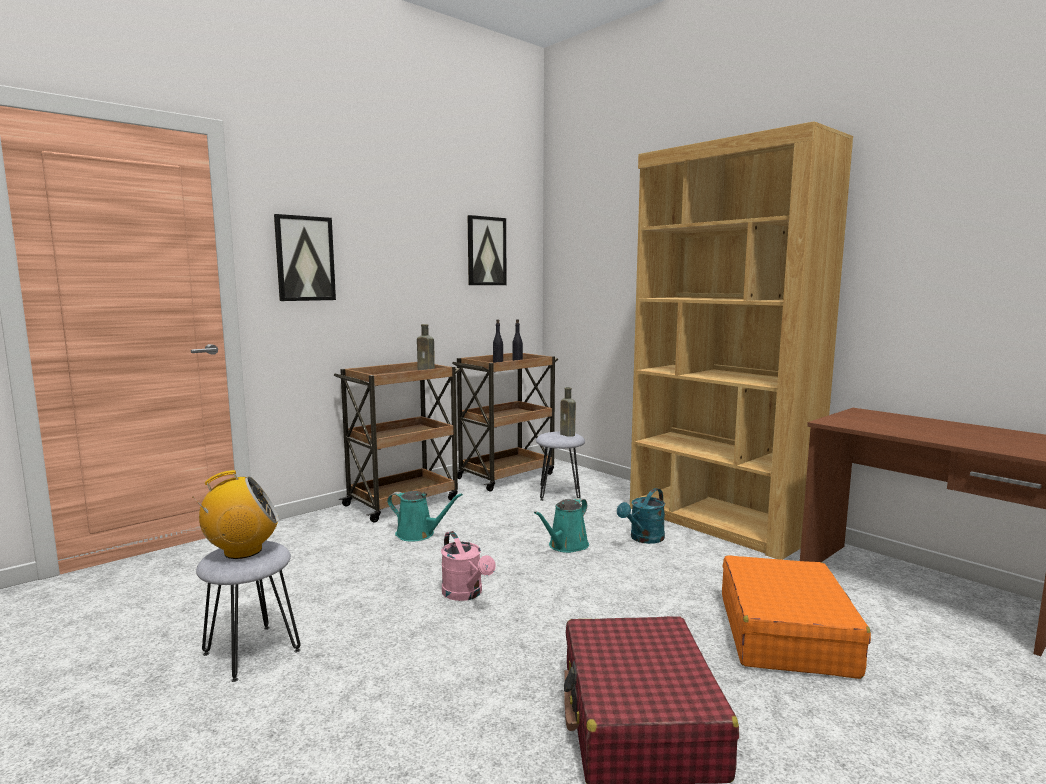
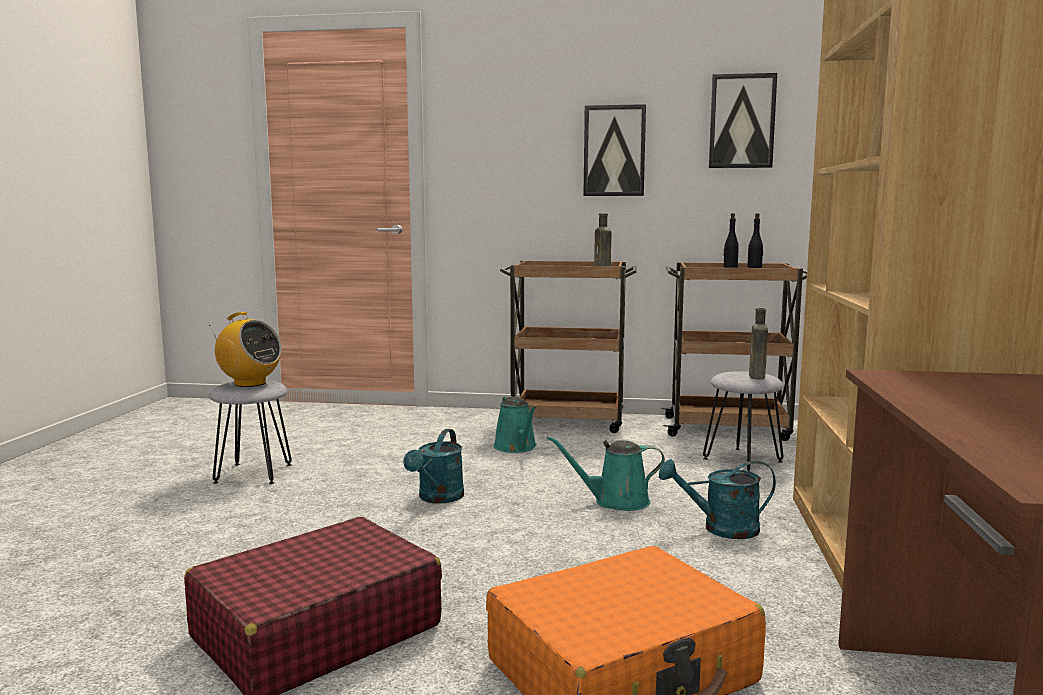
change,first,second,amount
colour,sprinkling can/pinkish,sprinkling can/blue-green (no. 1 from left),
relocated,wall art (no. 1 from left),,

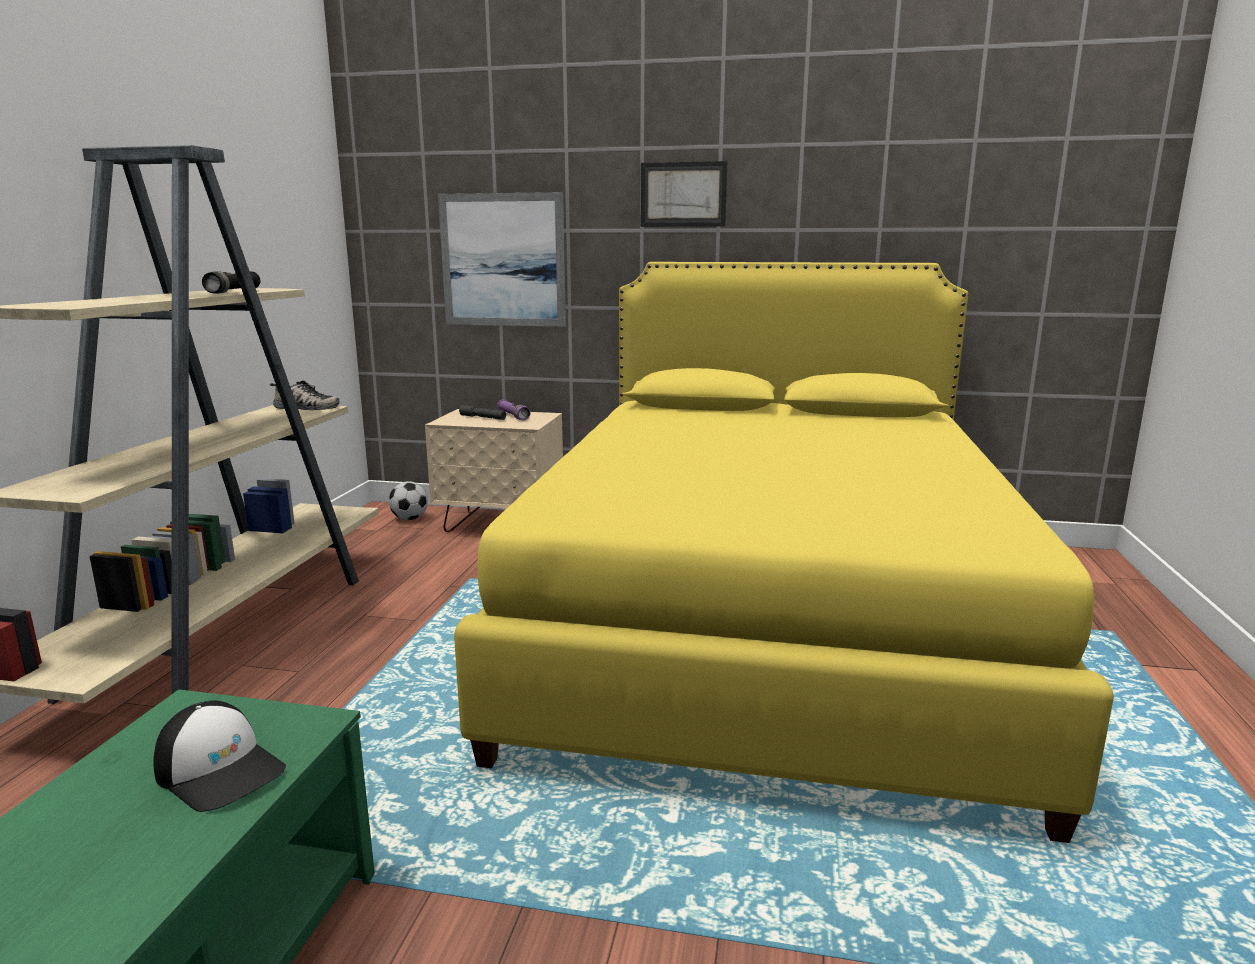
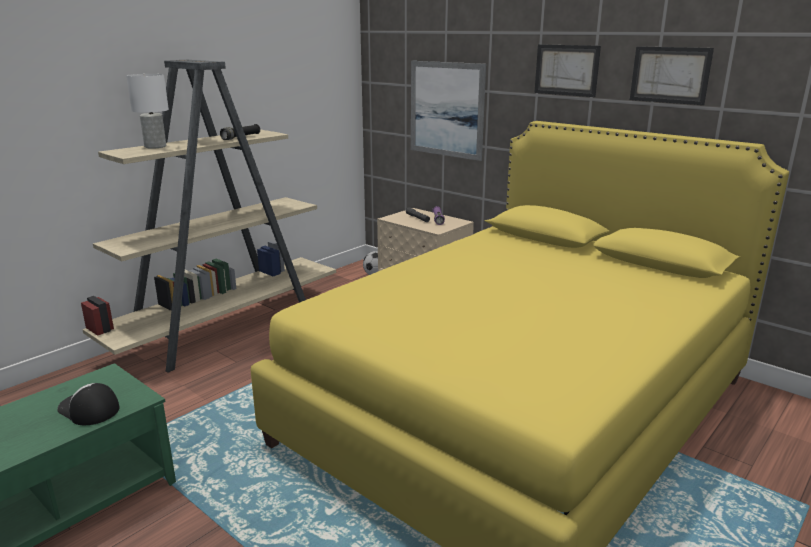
change,first,second,amount
spun,baseball cap,,150 degrees clockwise
appeared,,table lamp/whitish,
appeared,,wall art (no. 3 from left),
missing,low shoe,,

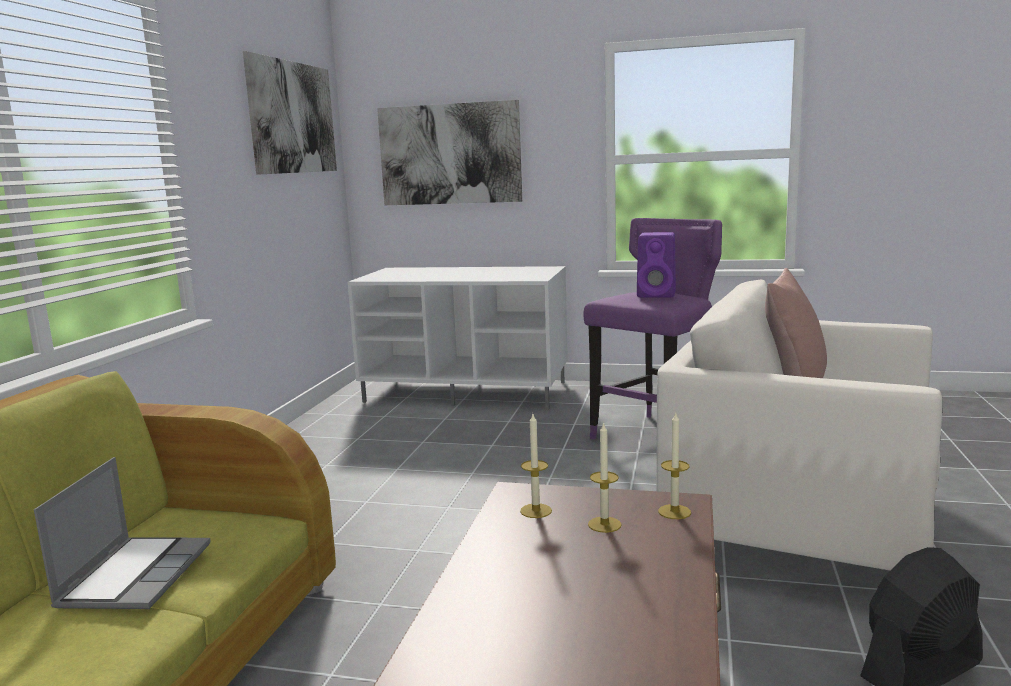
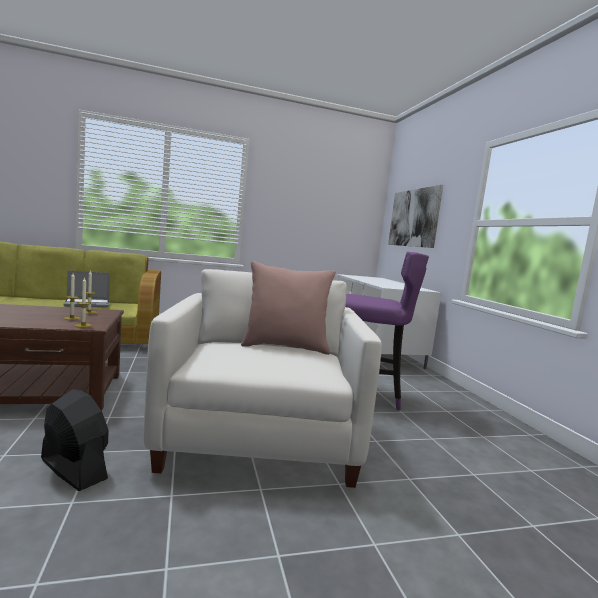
change,first,second,amount
missing,wall art (no. 1 from left),,
missing,speaker/purple-coloured,,

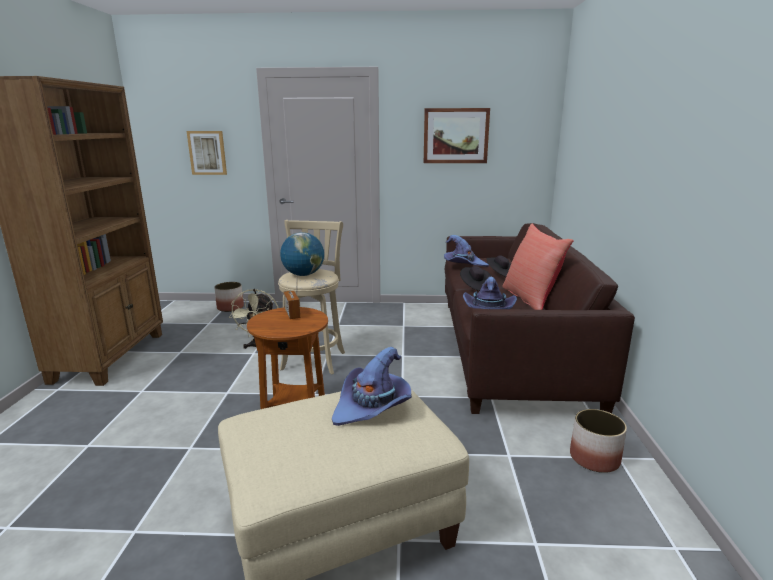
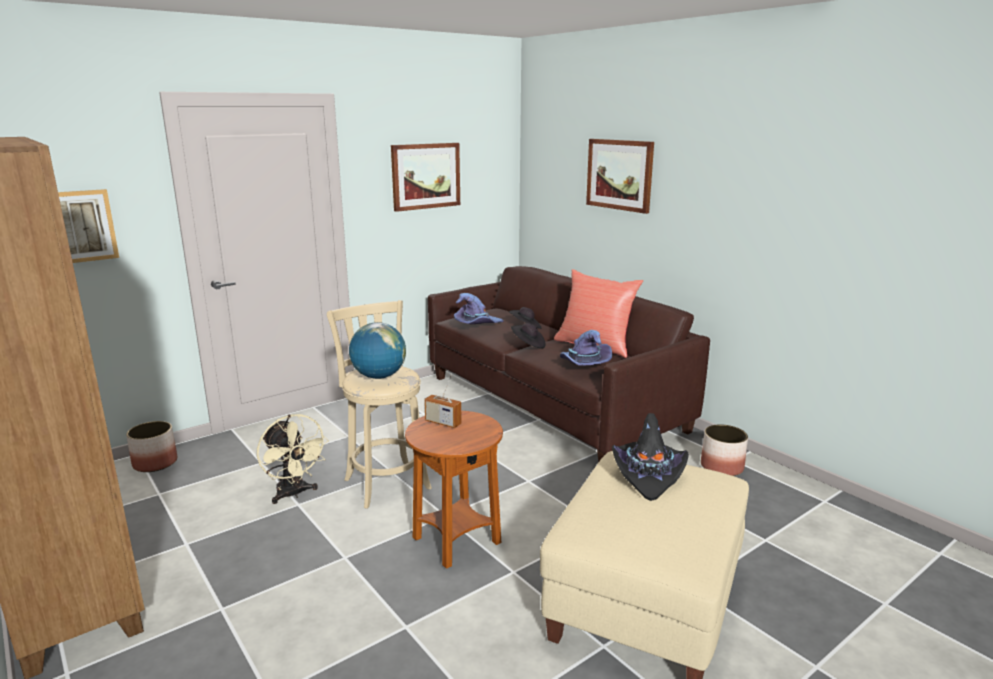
change,first,second,amount
appeared,,wall art (no. 3 from left),
colour,clothing hat/purple-coloured (no. 1 from left),clothing hat/black (no. 3 from left),

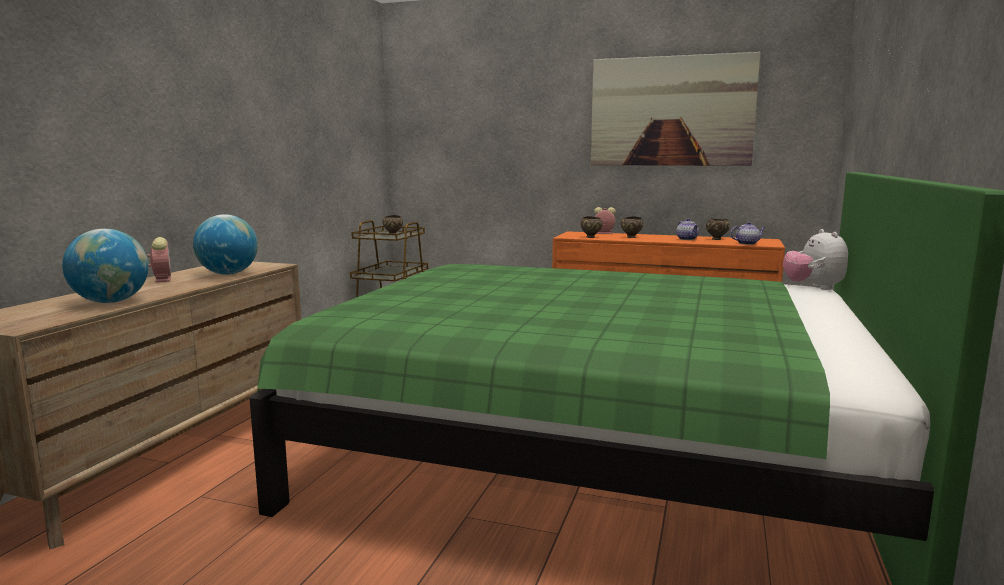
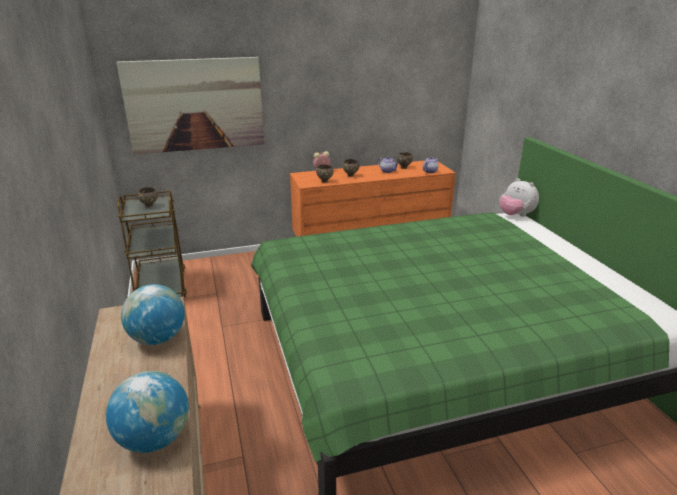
change,first,second,amount
relocated,wall art,,
missing,alarm clock (no. 1 from left),,

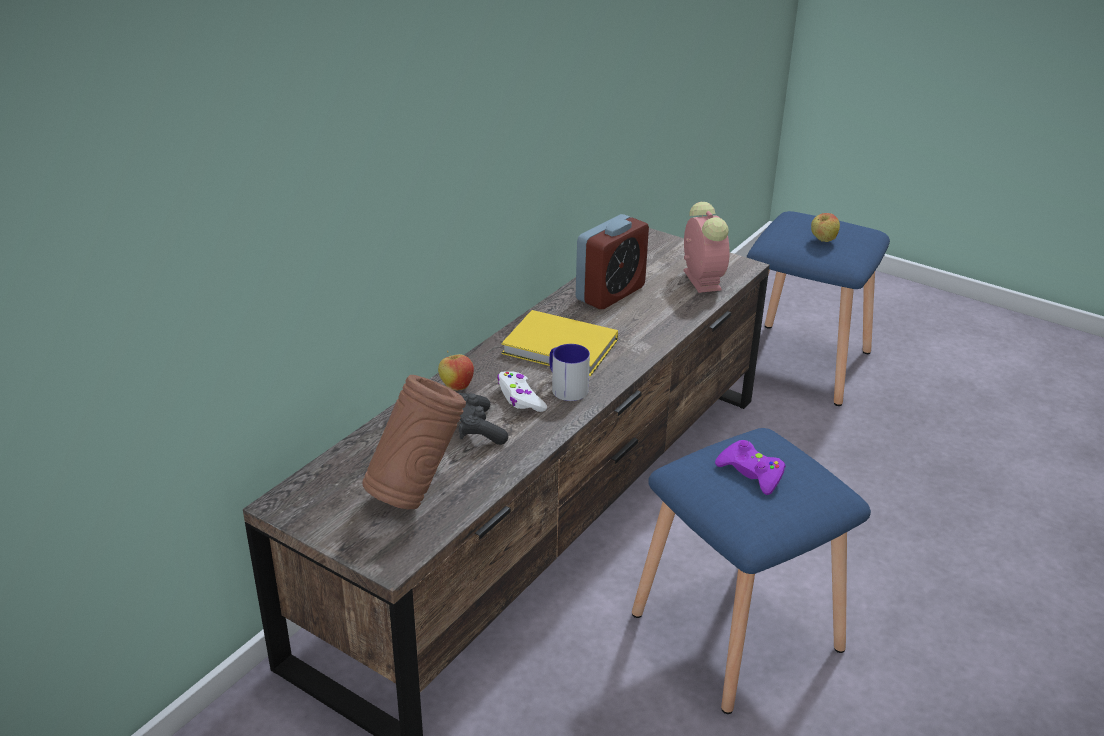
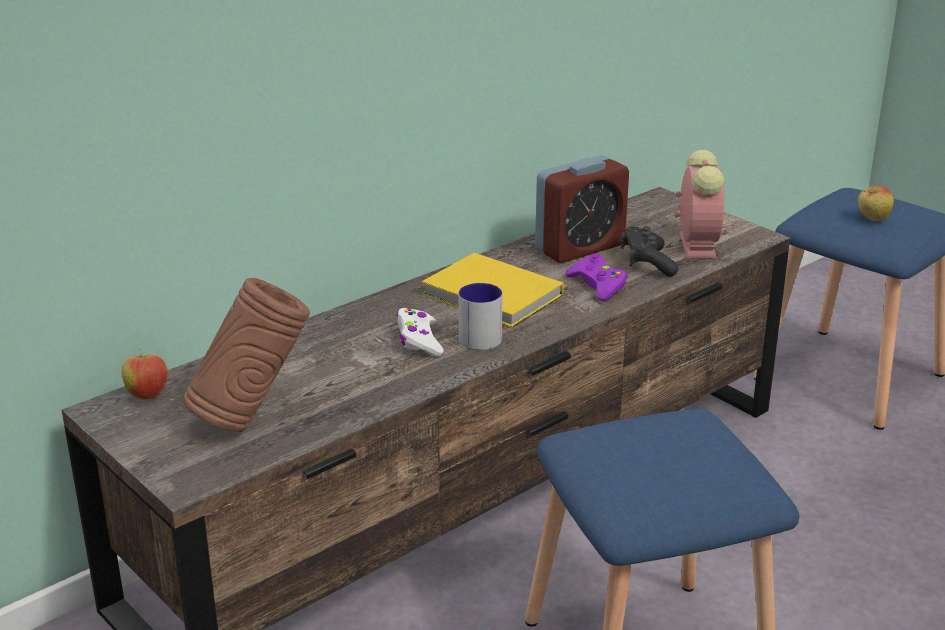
change,first,second,amount
relocated,apple fruit (no. 1 from left),,
relocated,game controller/purple-coloured,,
relocated,game controller/black,,

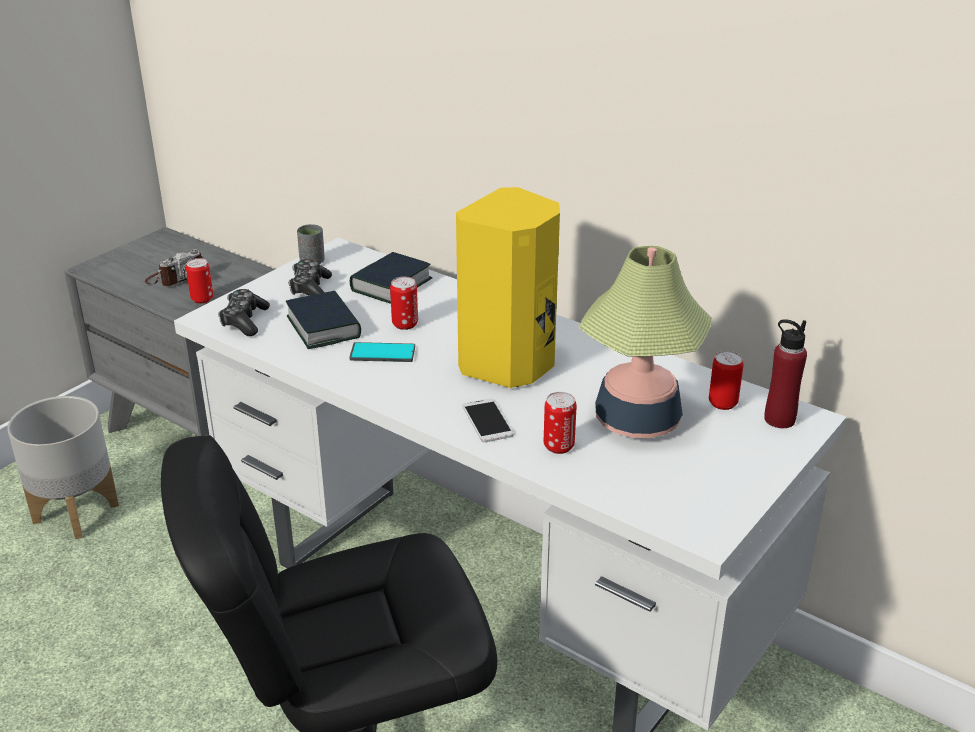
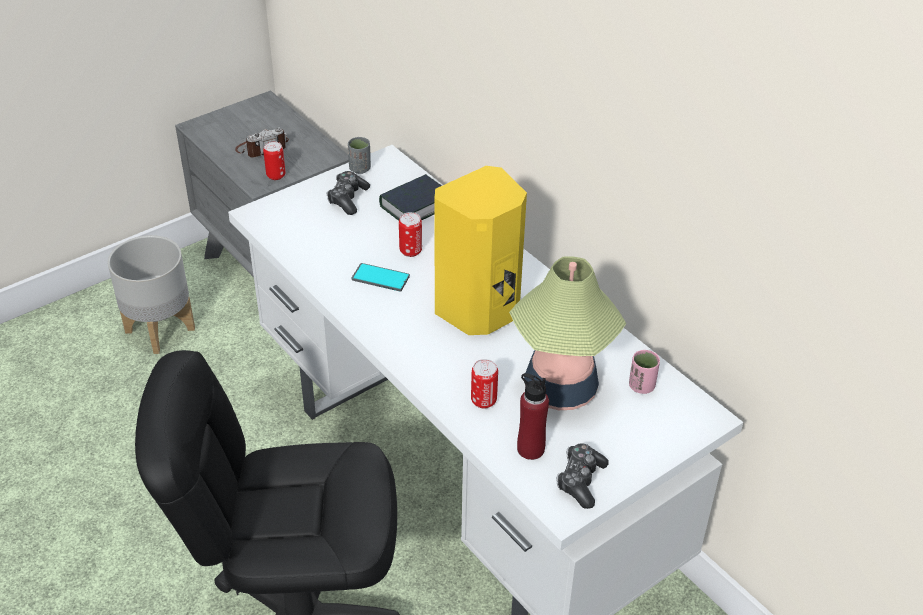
change,first,second,amount
relocated,bottle/reddish,,
relocated,game controller (no. 1 from left in the first image),game controller (no. 2 from left),
exchanged,metal can (no. 4 from left),drinking cup/pinkish,
missing,book (no. 1 from left),,
missing,phone (no. 2 from left),,

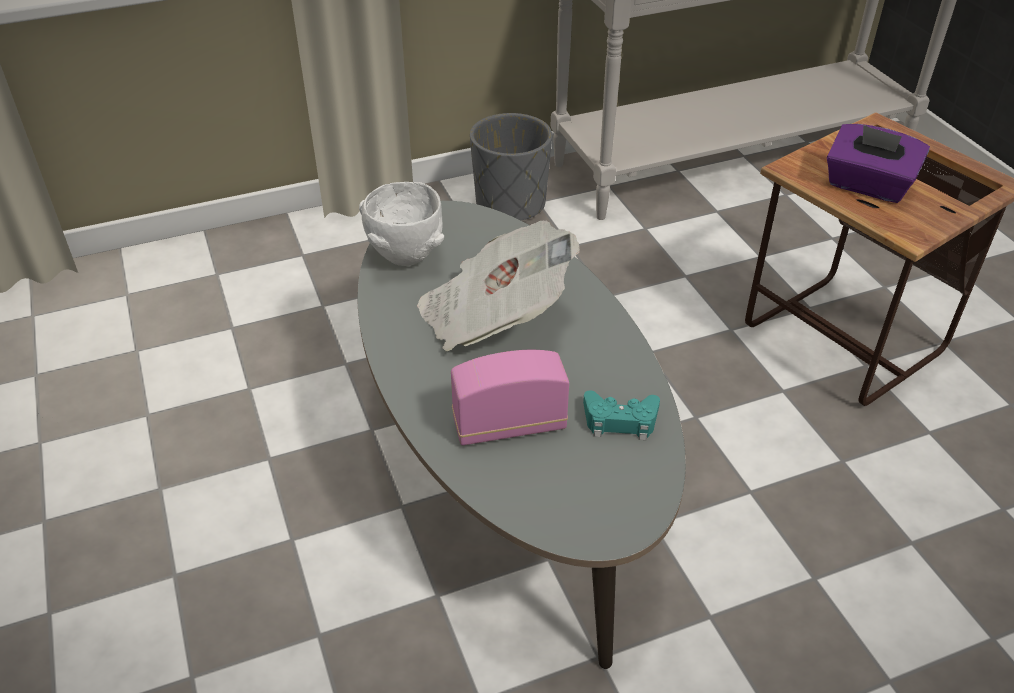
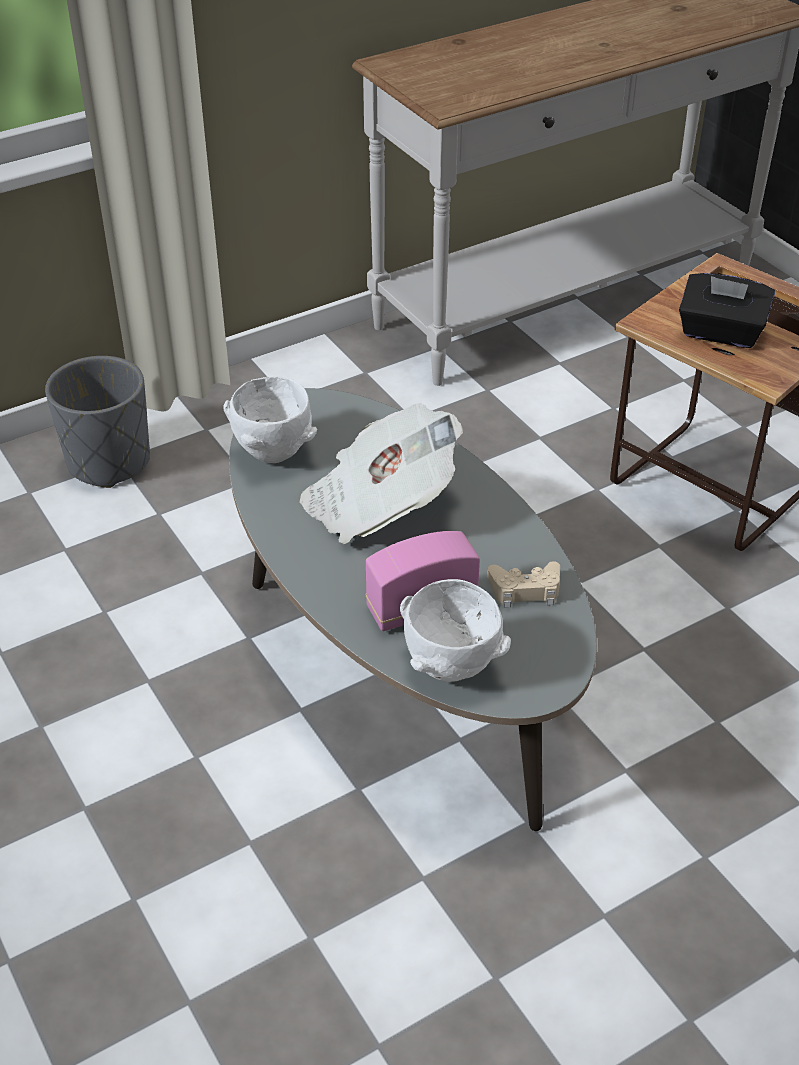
change,first,second,amount
relocated,flower pot/gray,,
appeared,,serving bowl/whitish (no. 2 from left),
colour,game controller/blue-green,game controller/beige-coloured,
colour,box of tissues/purple-coloured,box of tissues/black,

